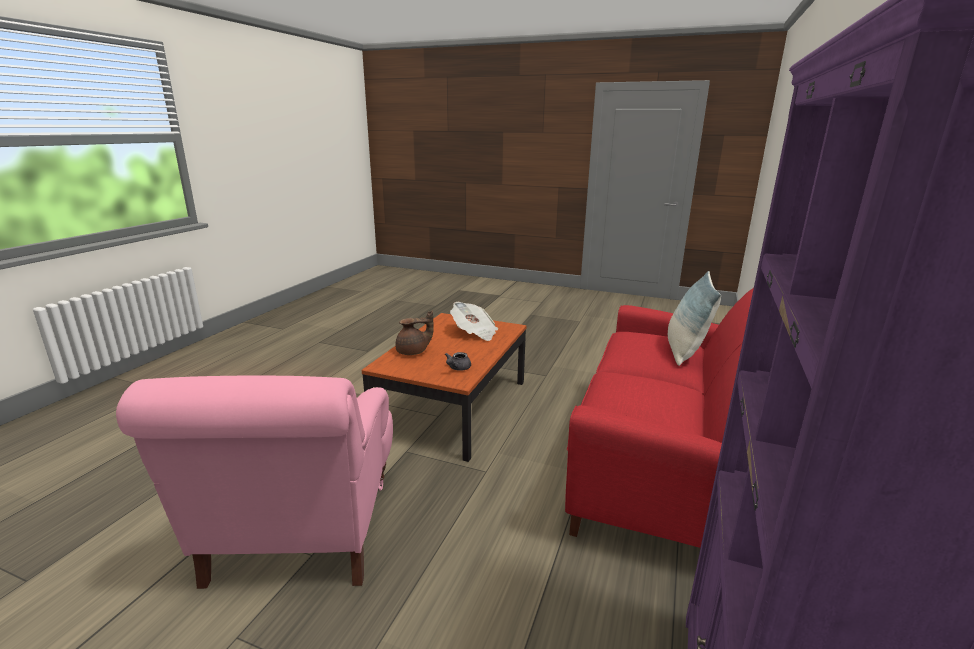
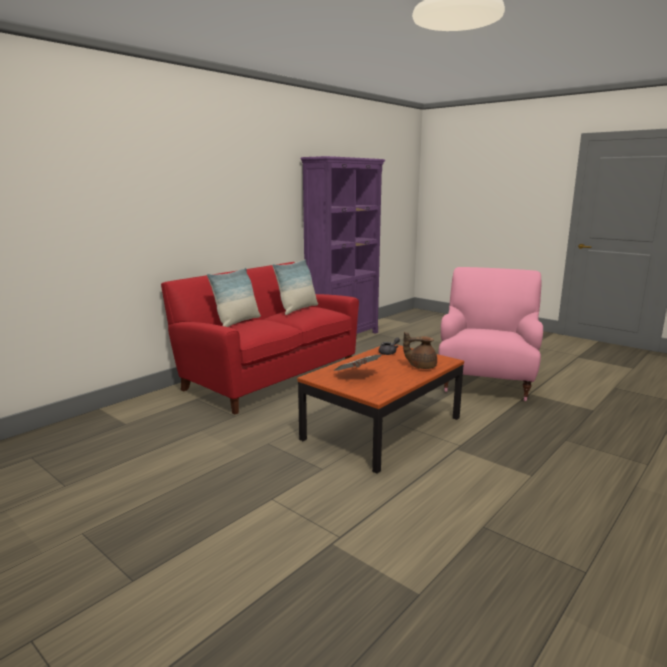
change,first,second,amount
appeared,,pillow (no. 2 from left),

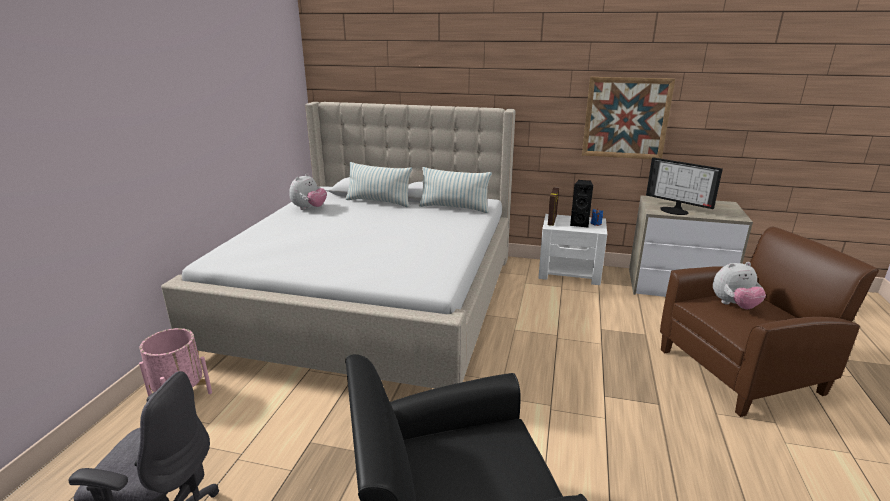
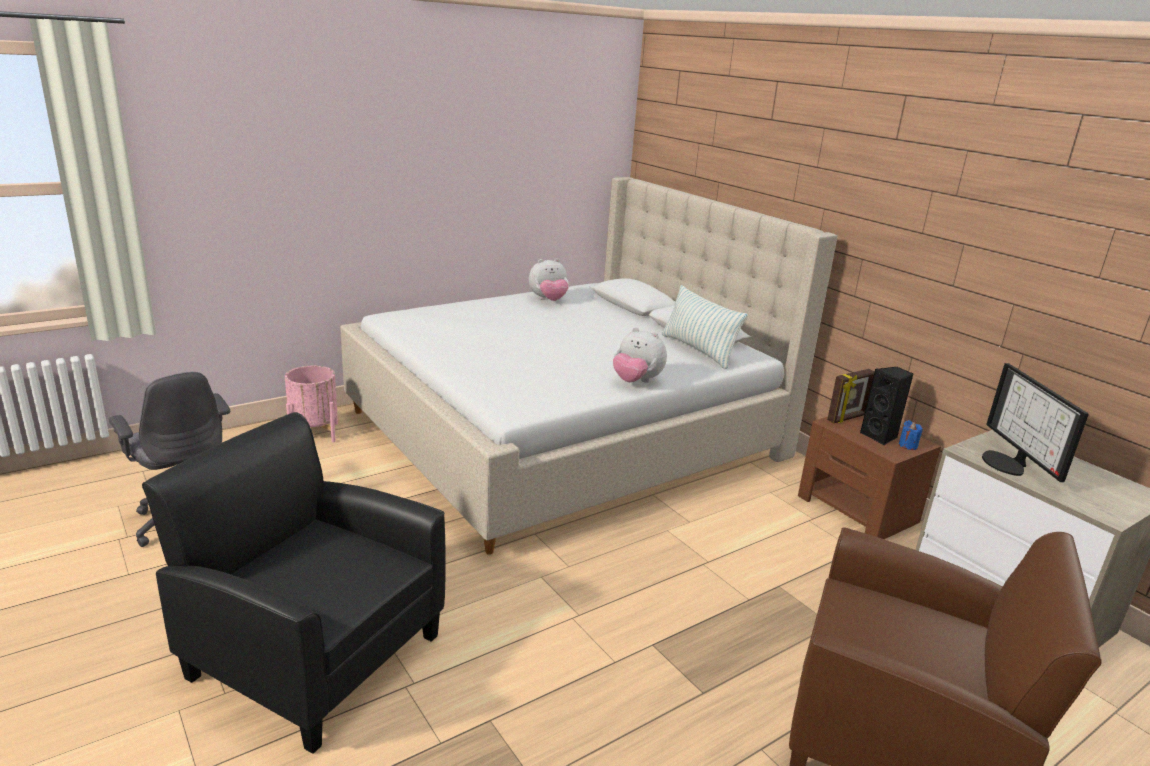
change,first,second,amount
relocated,plush toy (no. 2 from left),,
colour,nightstand/whitish,nightstand/brownish,
missing,pillow (no. 1 from left),,
missing,wall art,,

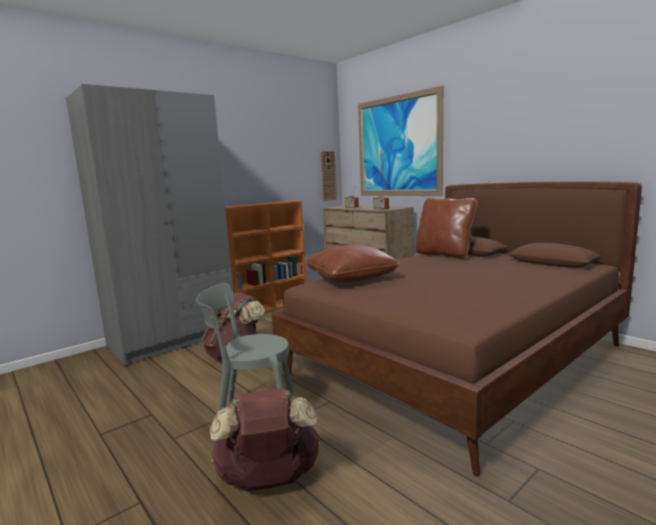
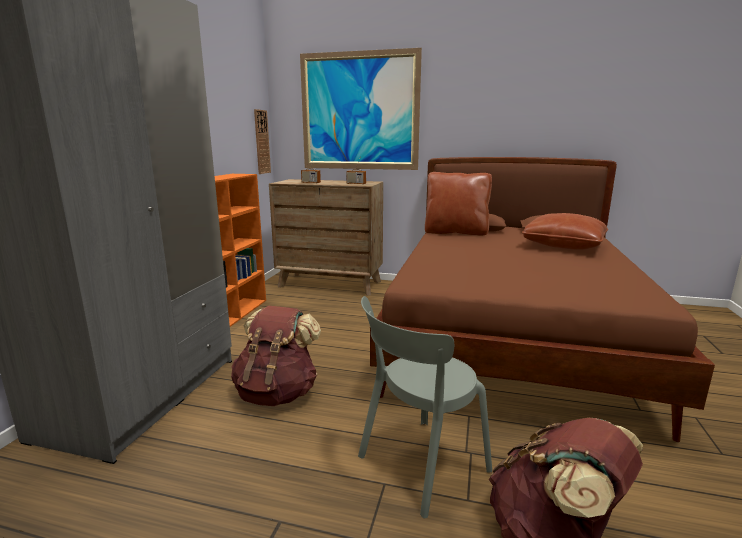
change,first,second,amount
relocated,pillow/brownish (no. 1 from left in the first image),pillow/brownish (no. 2 from left),

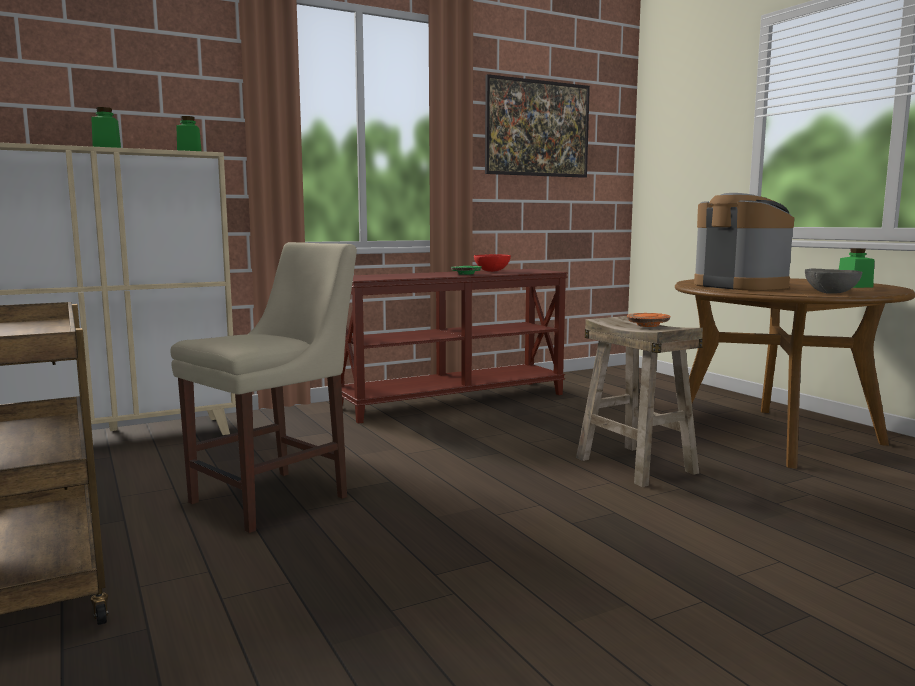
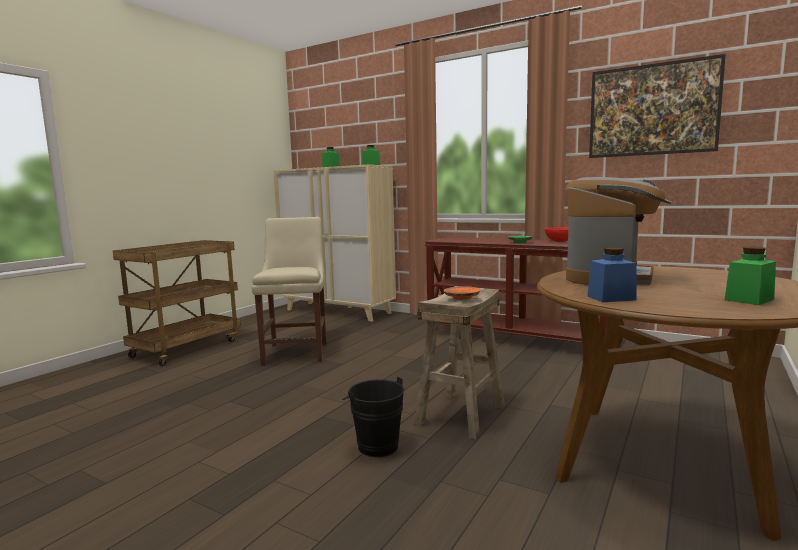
change,first,second,amount
spun,plain chair/beige-coloured,,105 degrees counterclockwise
appeared,,bucket/black,
exchanged,serving bowl/gray,storage jar/bluish,

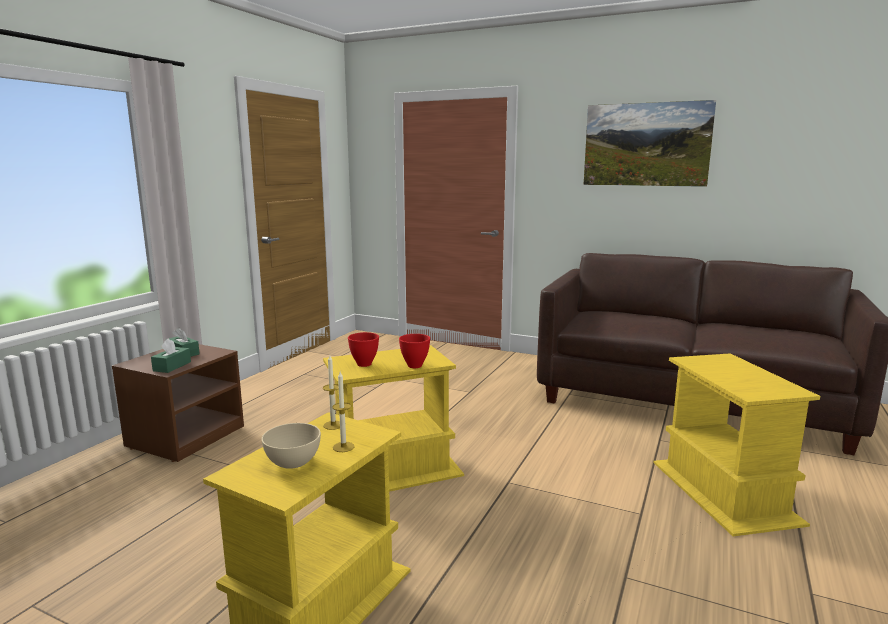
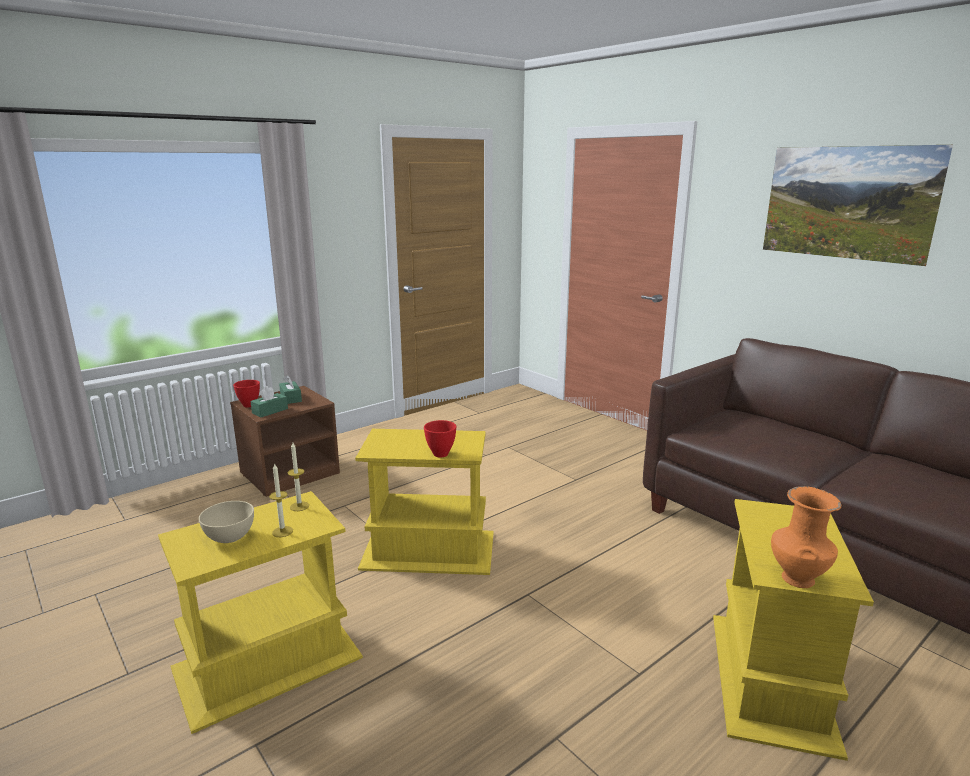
change,first,second,amount
relocated,serving bowl/reddish (no. 1 from left),,
appeared,,decorative vase/orangey,

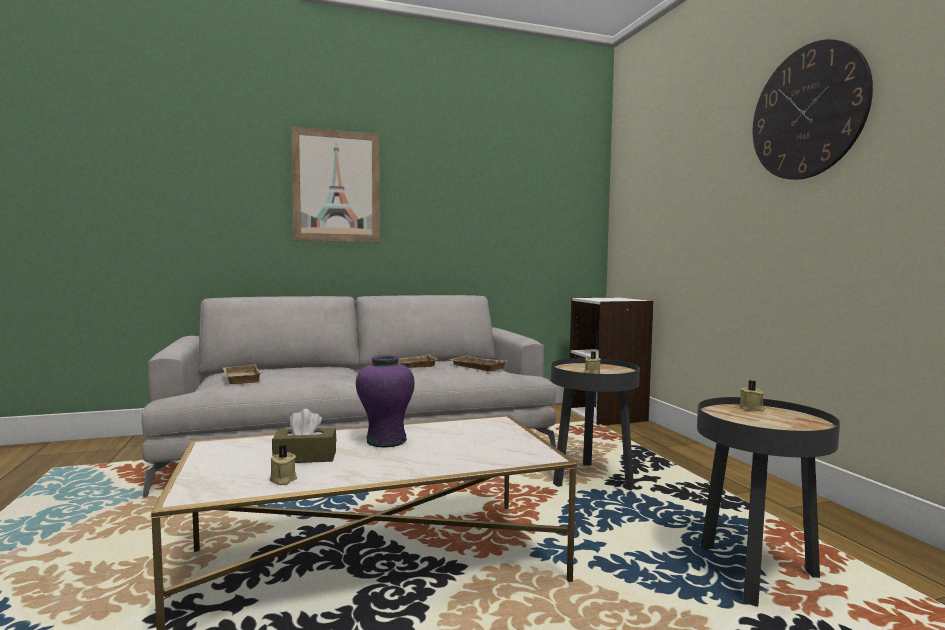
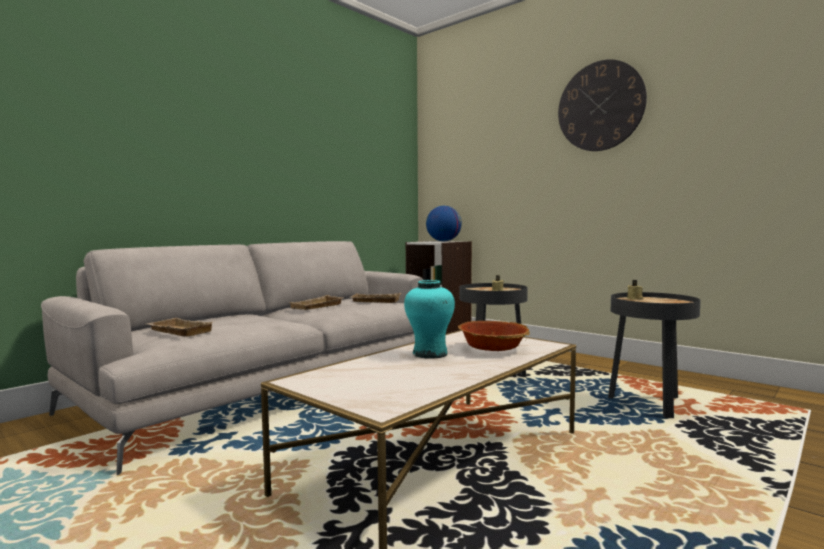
change,first,second,amount
colour,decorative vase/purple-coloured,decorative vase/blue-green,
appeared,,globe,
appeared,,serving bowl,
missing,wax light/beige-coloured (no. 1 from left),,
missing,box of tissues/brownish,,
missing,wall art,,

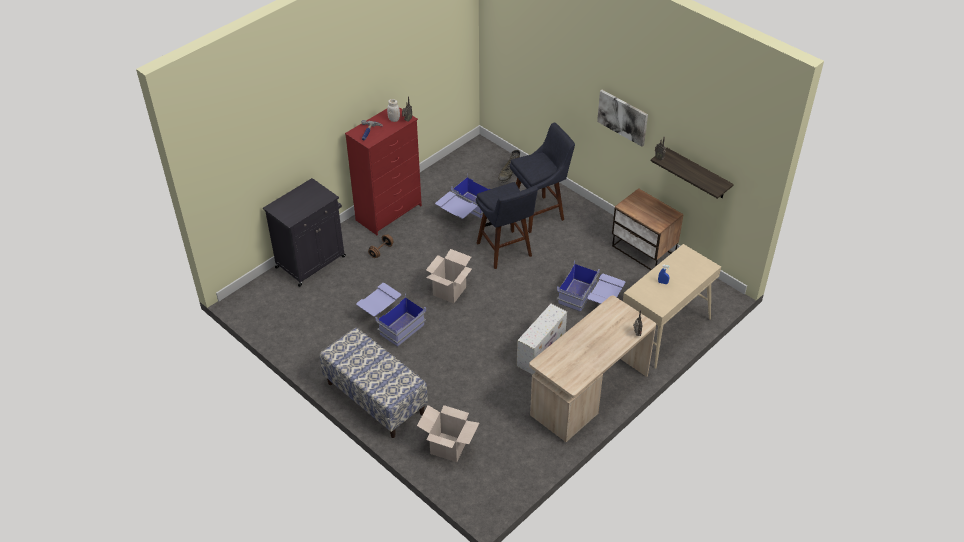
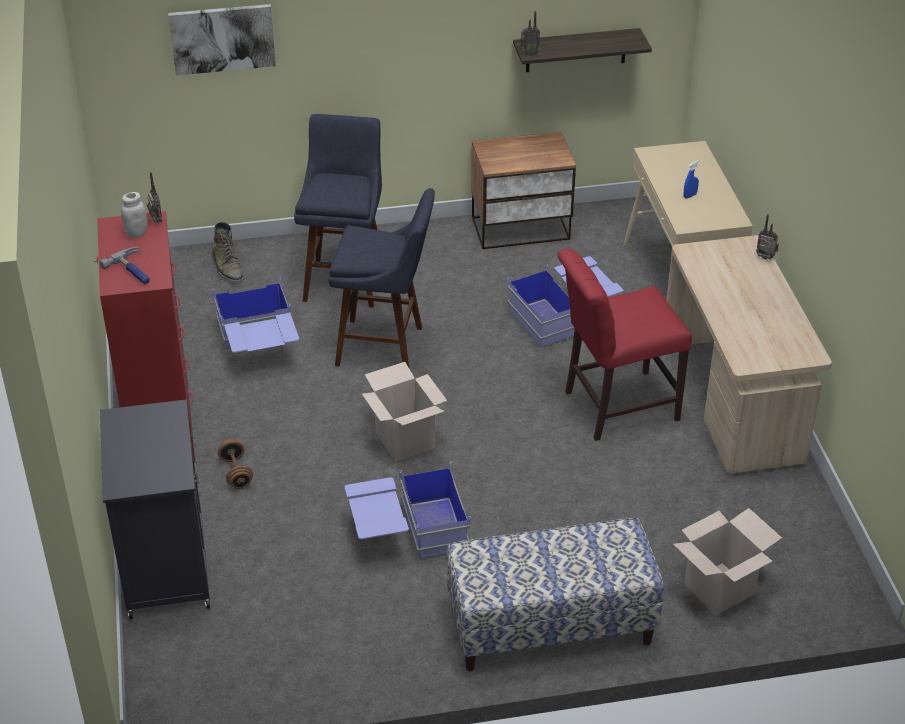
change,first,second,amount
relocated,wall art,,
exchanged,storage bin/whitish,plain chair/reddish,

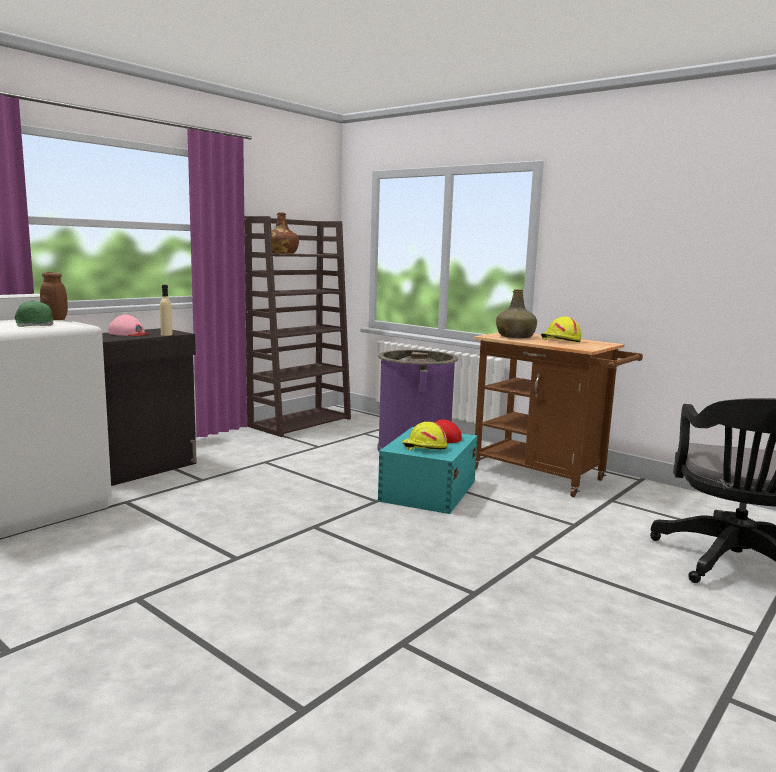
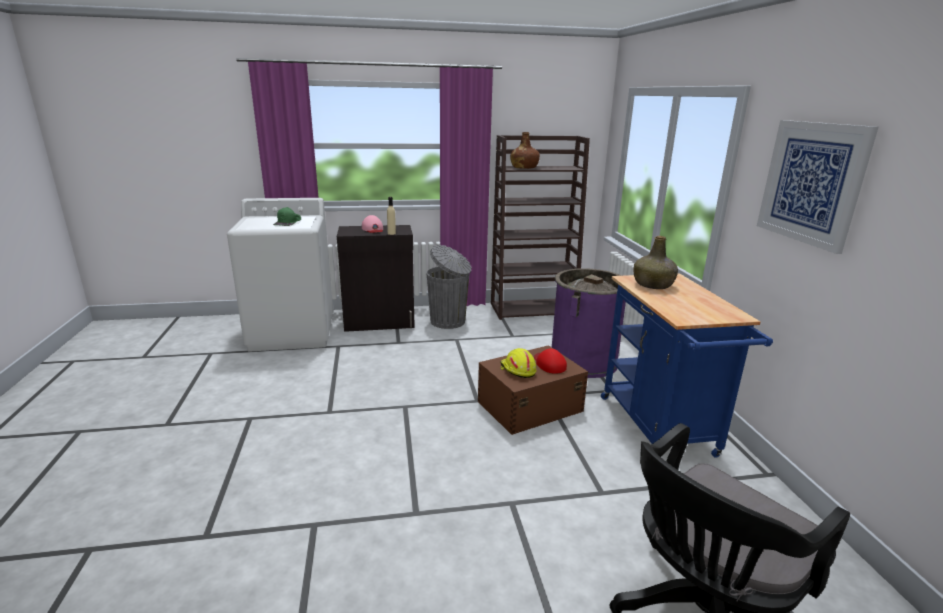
change,first,second,amount
appeared,,rubbish bin/gray,
colour,storage bin/blue-green,storage bin/brownish,
colour,wheeled cart/brownish,wheeled cart/bluish,
appeared,,wall art,
missing,storage jar/brownish,,
missing,safety helmet/yellow (no. 2 from left),,

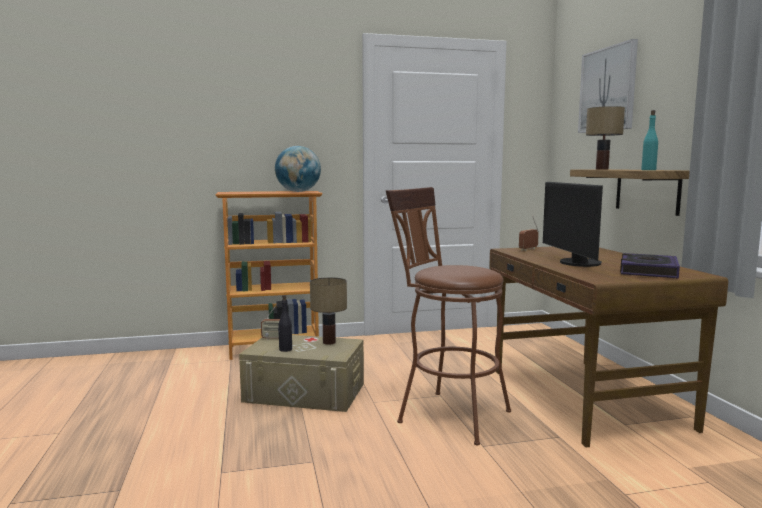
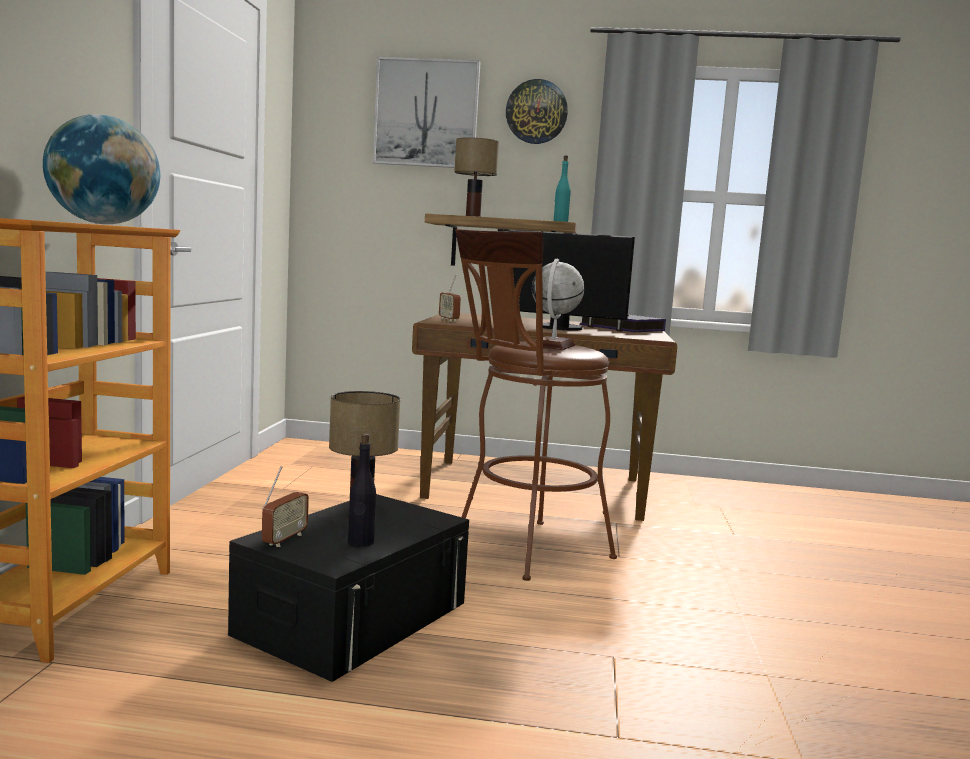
change,first,second,amount
colour,storage bin/beige-coloured,storage bin/black,
appeared,,clock on the wall,
appeared,,globe (no. 2 from left),

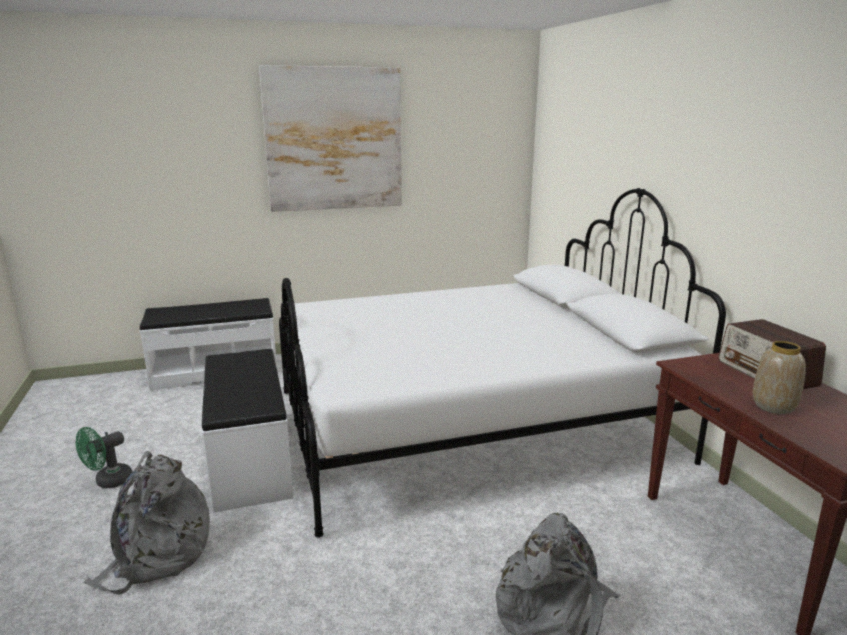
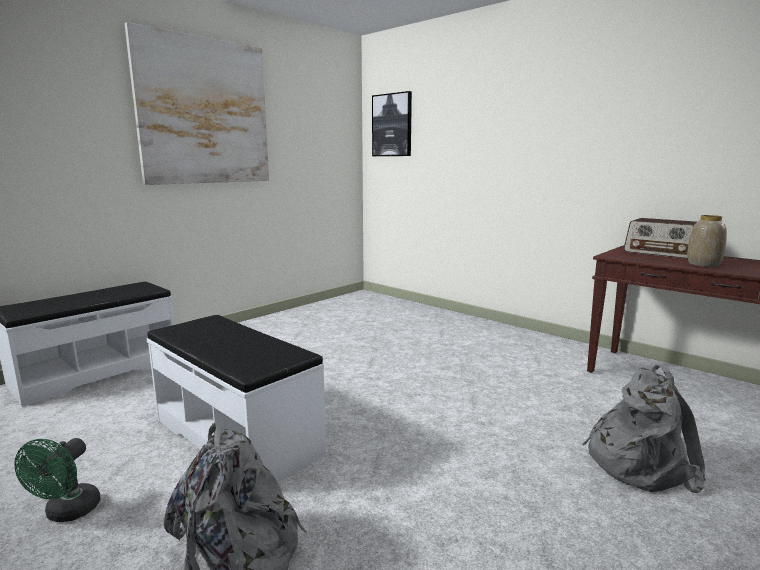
change,first,second,amount
appeared,,wall art (no. 2 from left),
missing,bed/whitish,,

